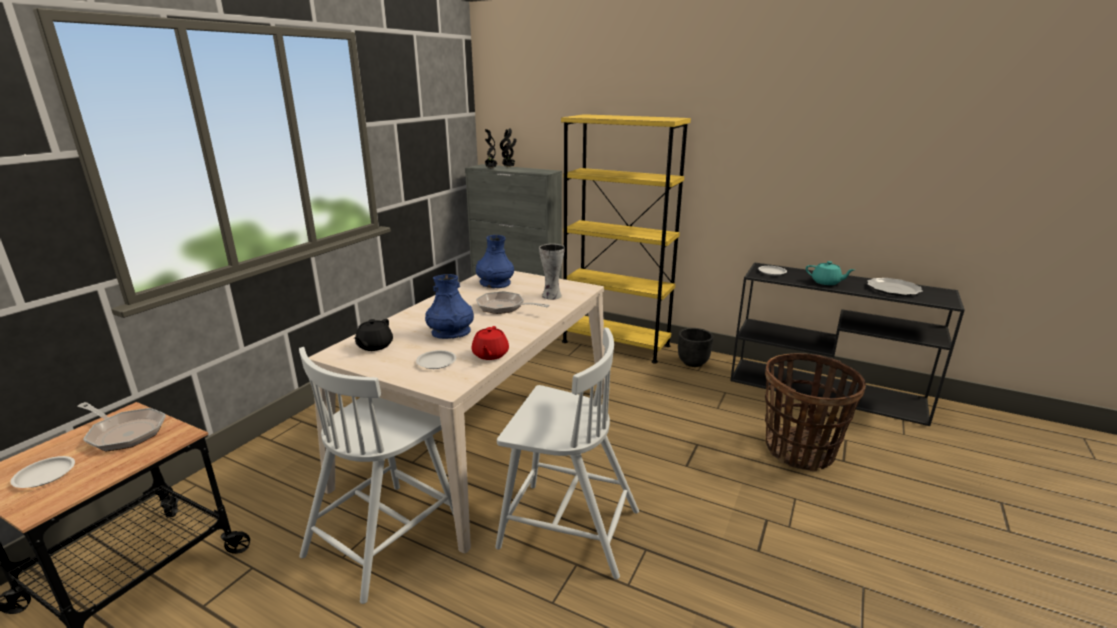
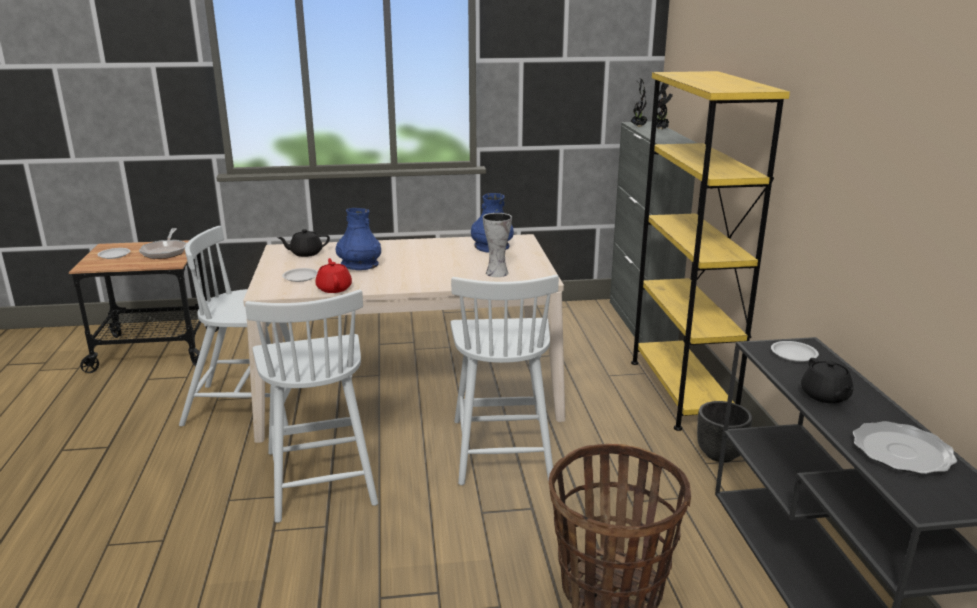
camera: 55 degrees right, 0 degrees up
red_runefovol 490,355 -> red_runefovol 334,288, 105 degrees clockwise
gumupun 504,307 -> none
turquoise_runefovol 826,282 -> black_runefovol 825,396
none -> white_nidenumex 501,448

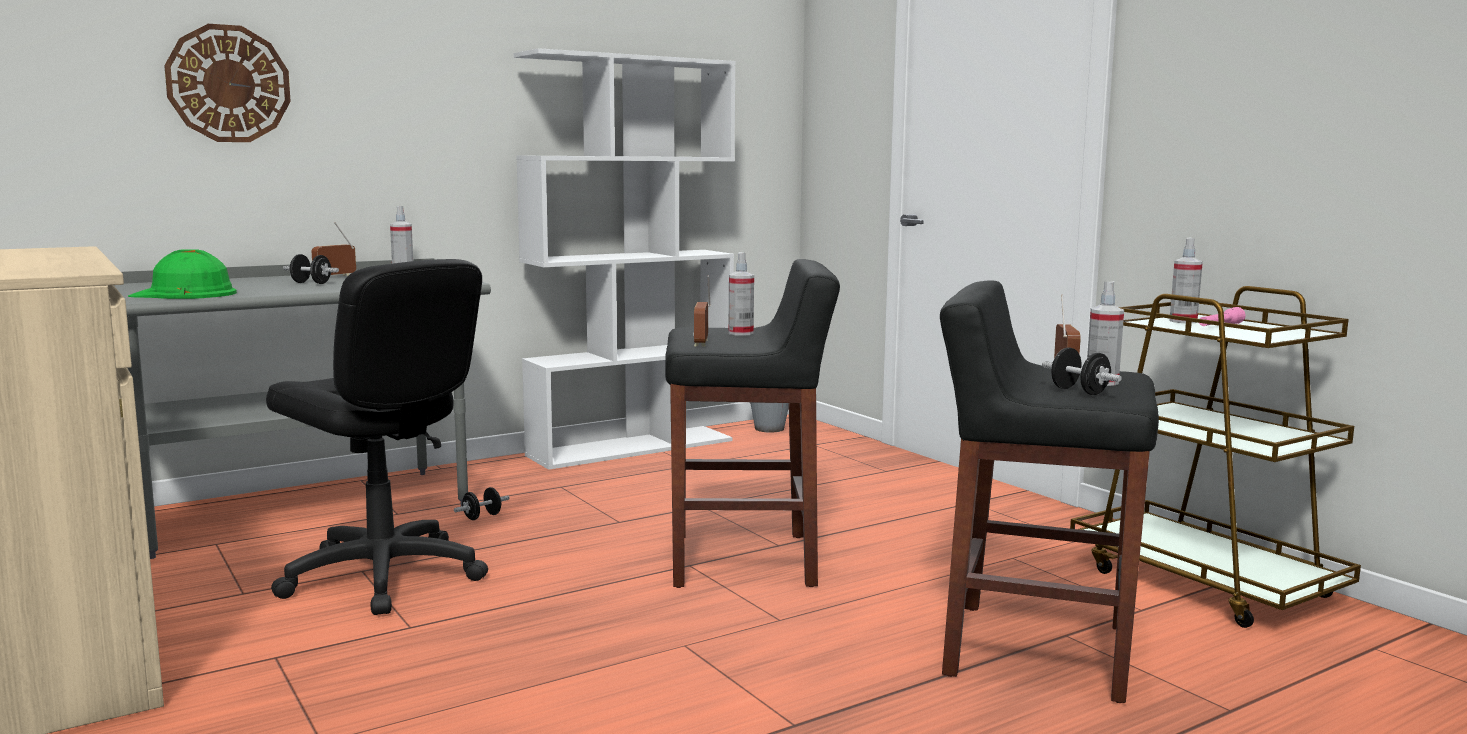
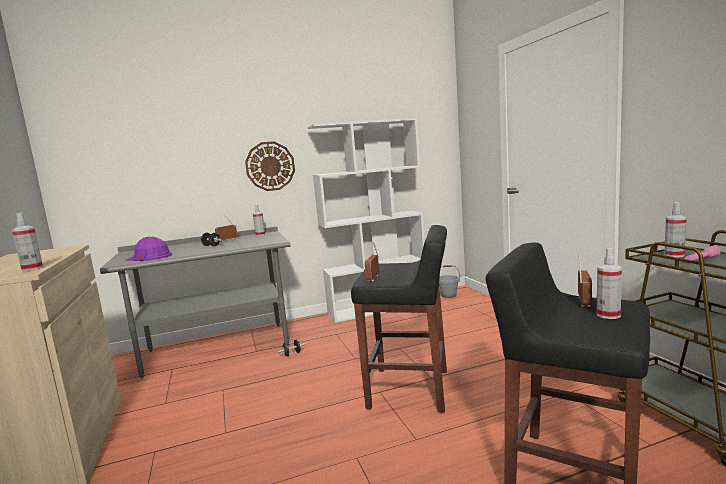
camera: 15 degrees right, 0 degrees up
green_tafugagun 185,294 -> purple_tafugagun 149,257
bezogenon 228,84 -> bezogenon 270,166, moved
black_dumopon 383,576 -> none
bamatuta 740,333 -> bamatuta 32,268, moved
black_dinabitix 1079,391 -> none

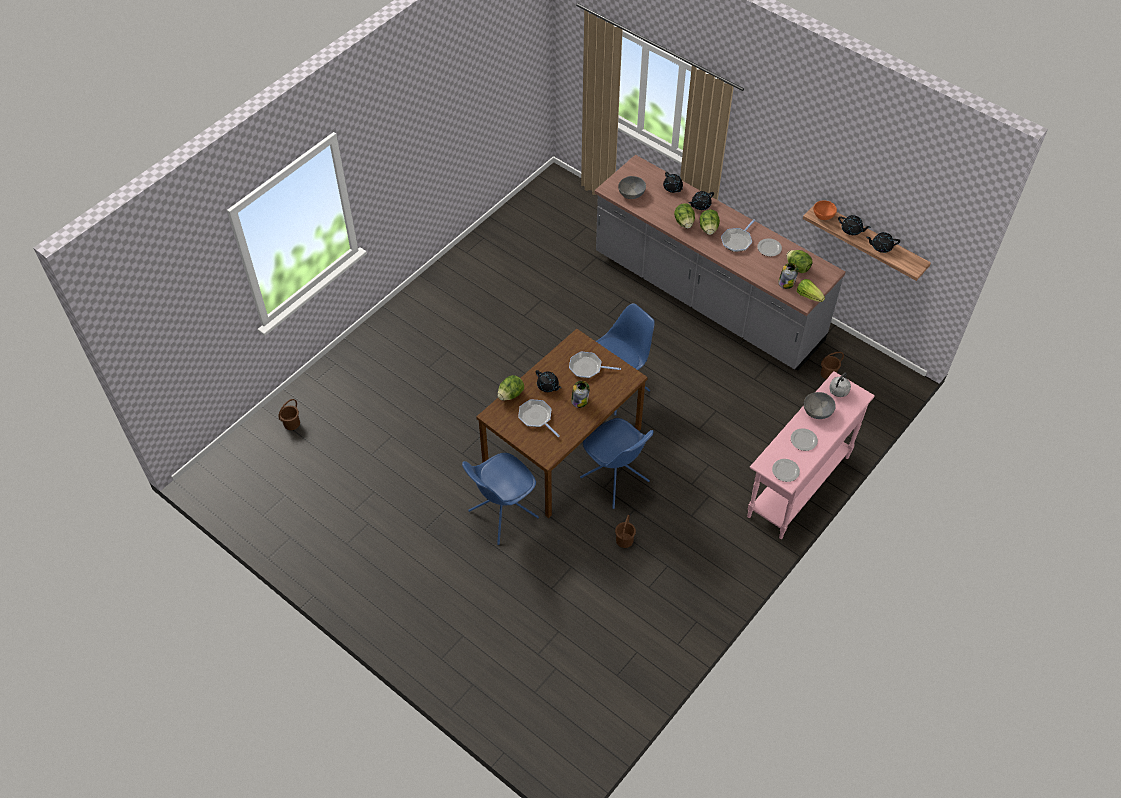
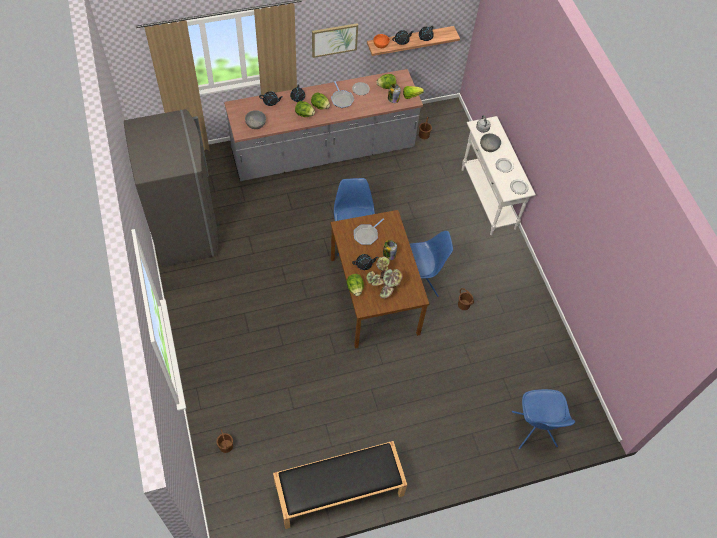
camera: 60 degrees left, 5 degrees up
blue_nidenumex 502,515 -> blue_nidenumex 534,430, moved
gumupun 536,417 -> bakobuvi 384,285
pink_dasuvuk 798,486 -> white_dasuvuk 488,199
none -> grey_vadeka 185,232
none -> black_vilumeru 338,490
none -> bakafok 334,39

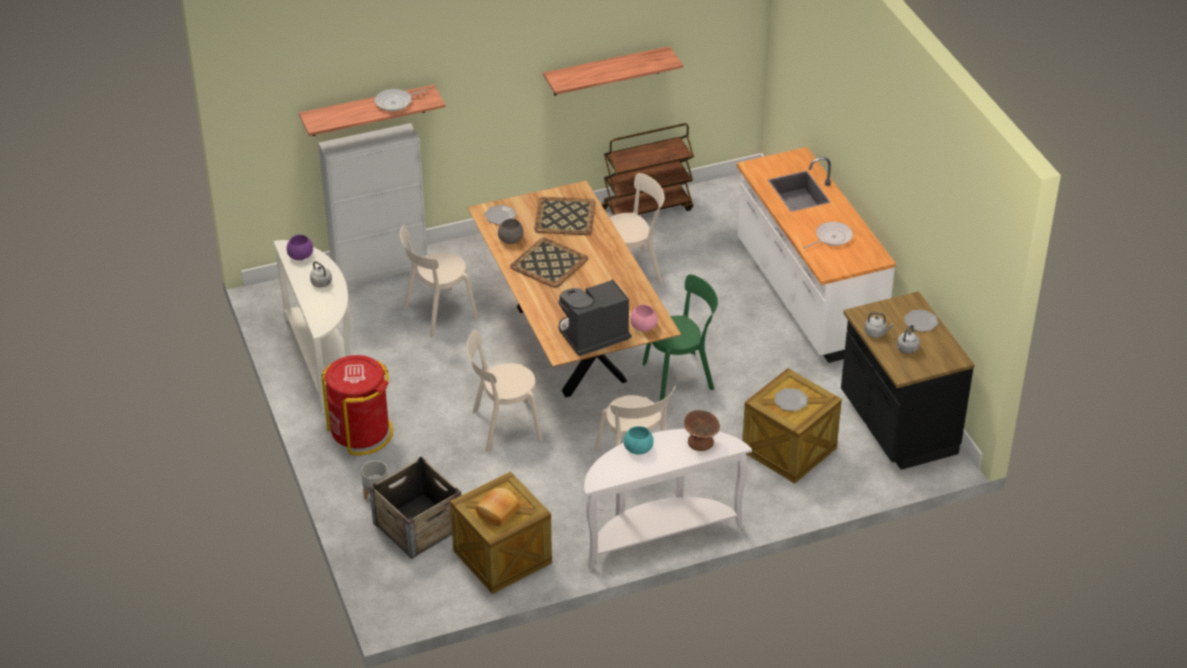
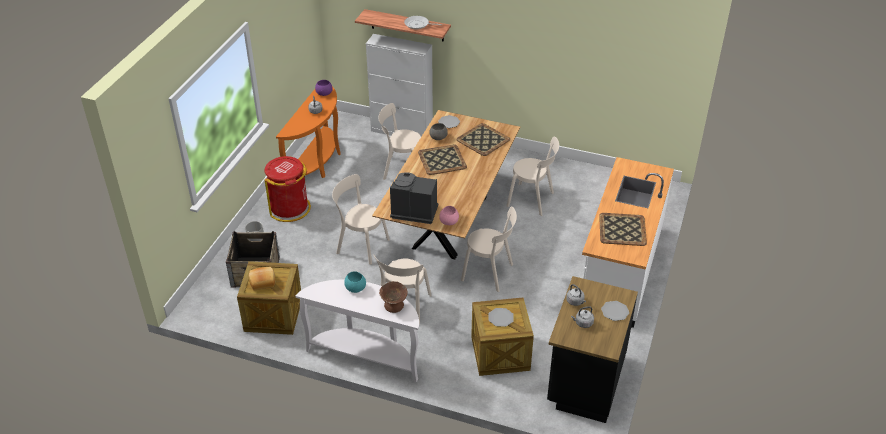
camera: 40 degrees right, 0 degrees up
white_dasuvuk 323,360 -> orange_dasuvuk 318,163
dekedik 606,71 -> none
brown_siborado 647,208 -> none
green_nidenumex 681,375 -> beige_nidenumex 489,273
gumupun 831,237 -> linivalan 622,229

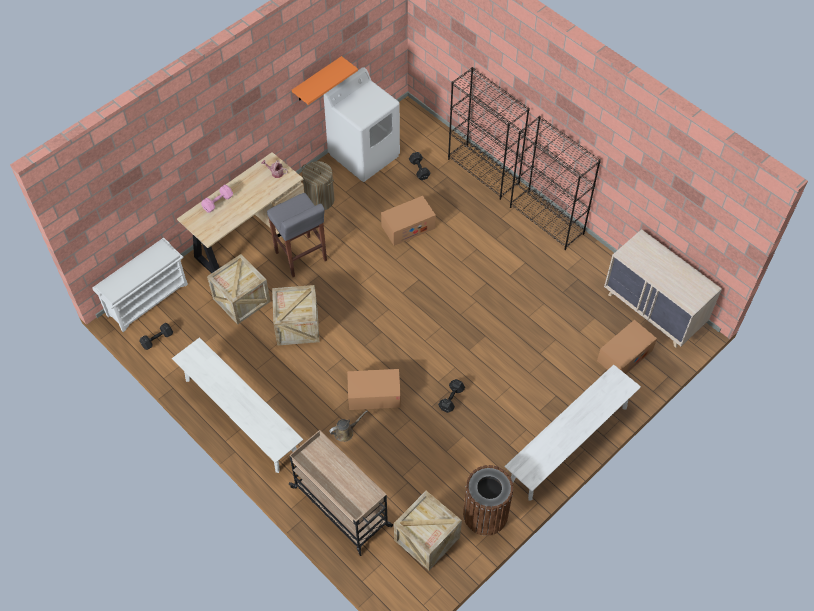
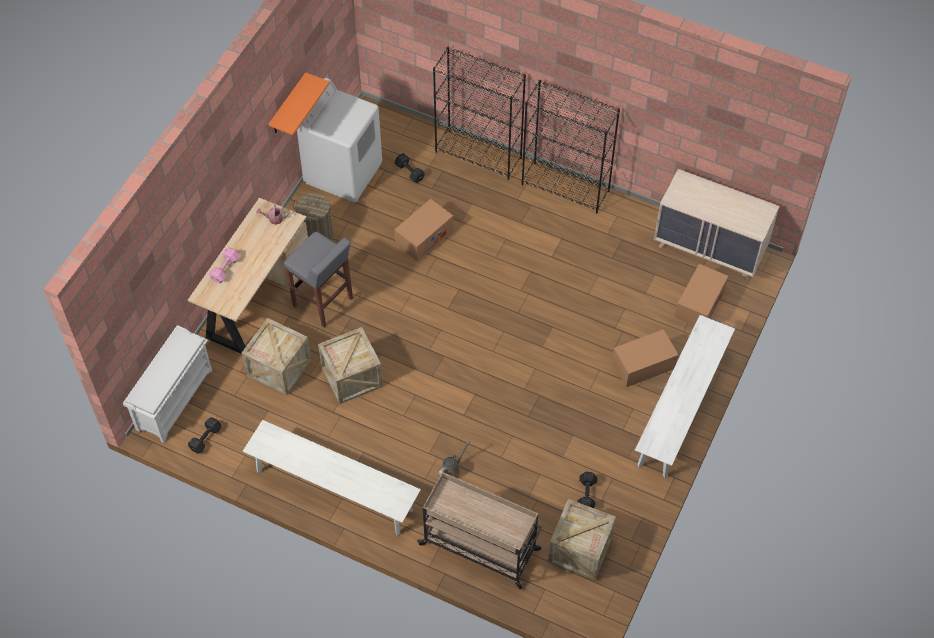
camera: 20 degrees left, 0 degrees up
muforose 374,395 -> muforose 643,365, moved
black_dinabitix 450,399 -> black_dinabitix 586,495, moved
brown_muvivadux 485,514 -> none

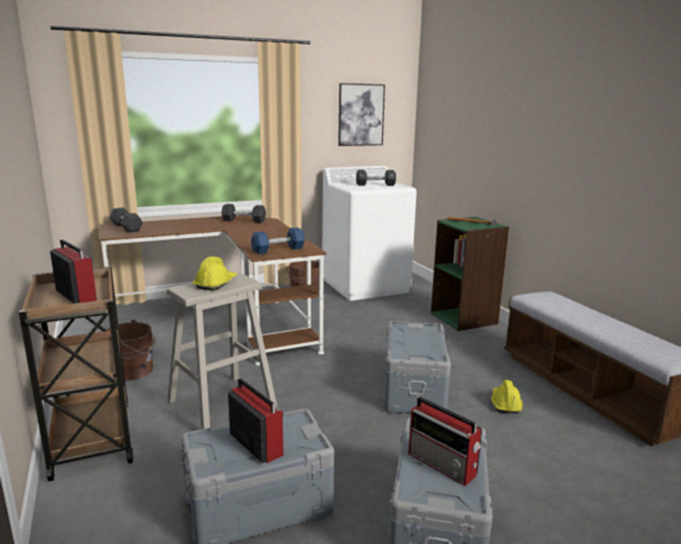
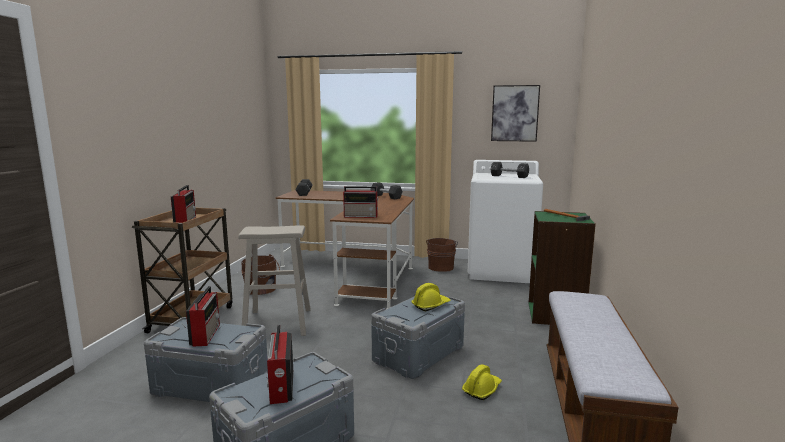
camera: 35 degrees right, 5 degrees down
yellow_tafugagun 215,284 -> yellow_tafugagun 430,305, moved
blue_dinabitix 278,250 -> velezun 361,216

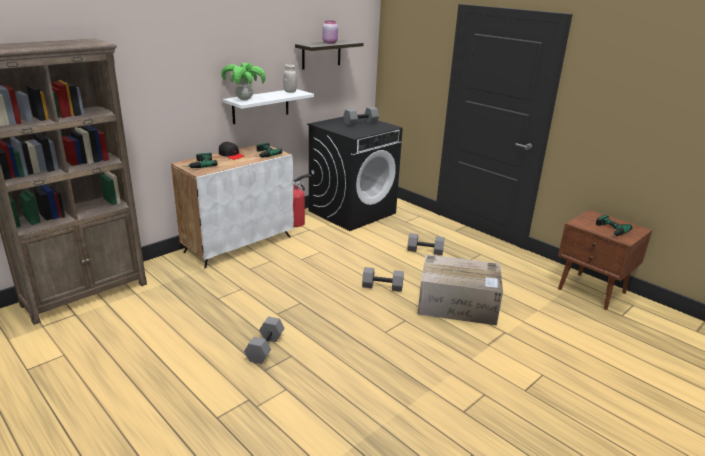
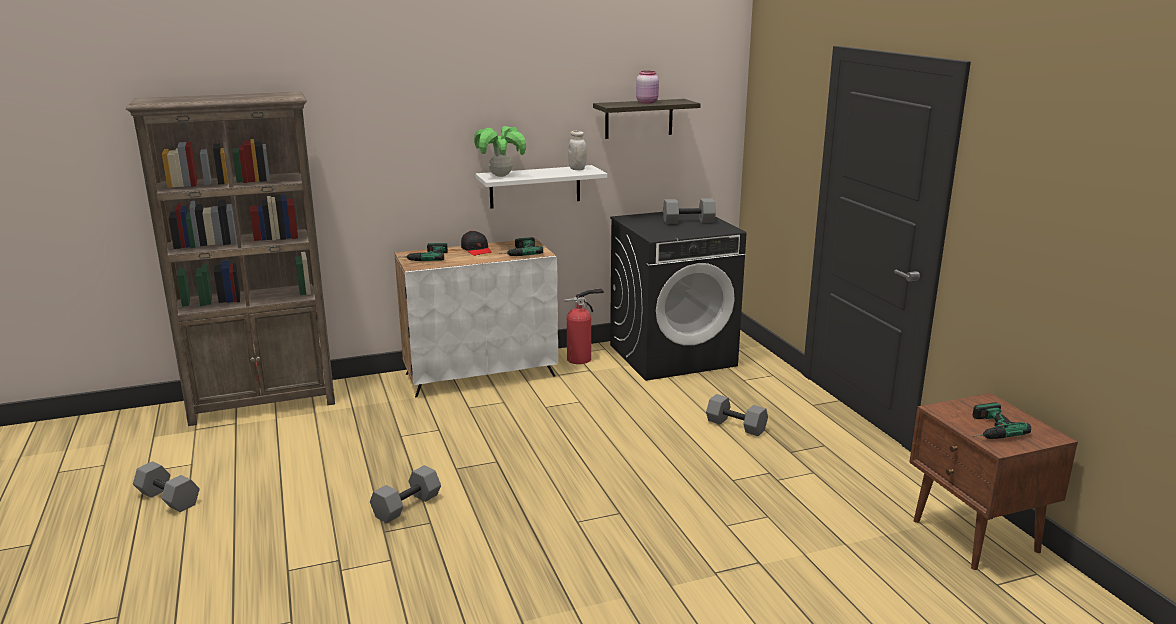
camera: 25 degrees right, 5 degrees down
grey_dinabitix 383,286 -> grey_dinabitix 169,498, moved
muforose 458,304 -> none

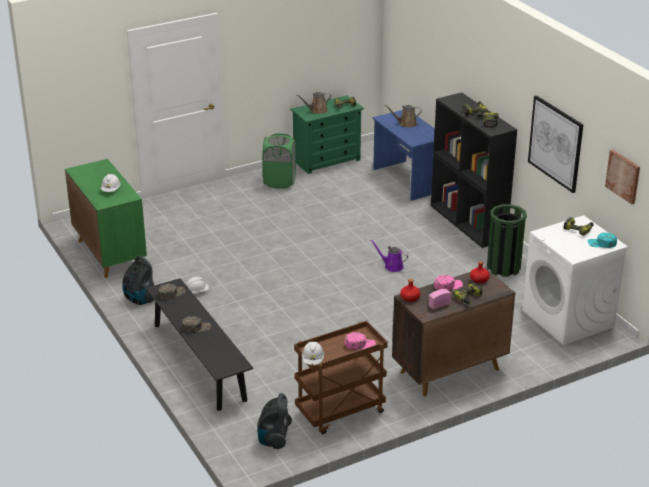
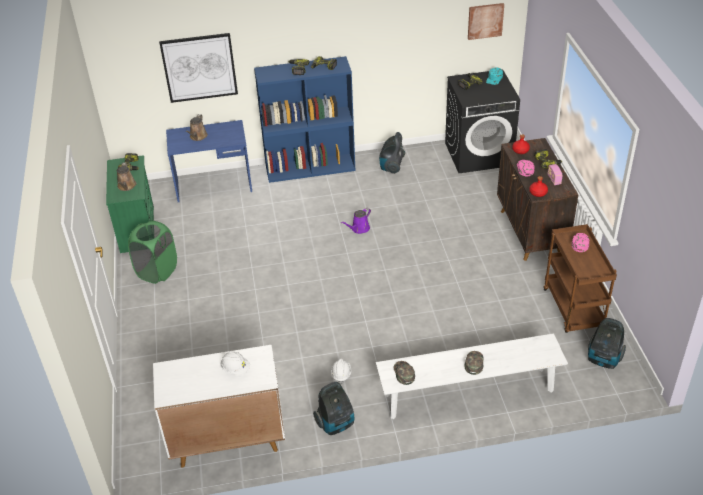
camera: 70 degrees left, 10 degrees up
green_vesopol 109,254 -> white_vesopol 226,440
black_vilumeru 199,361 -> white_vilumeru 468,393
white_tafugagun 313,360 -> none
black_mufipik 469,222 -> blue_mufipik 310,168
green_muvivadux 503,267 -> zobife 391,167
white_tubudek 568,318 -> black_tubudek 479,154
bakafok 555,143 -> bakafok 199,67, moved

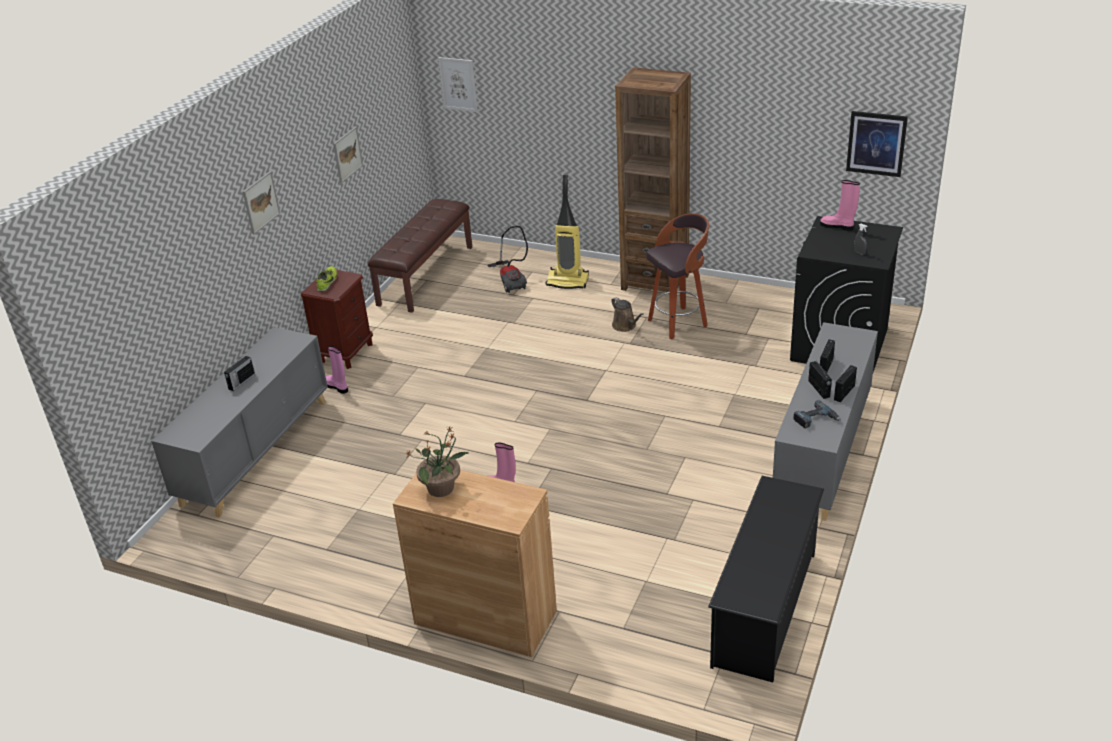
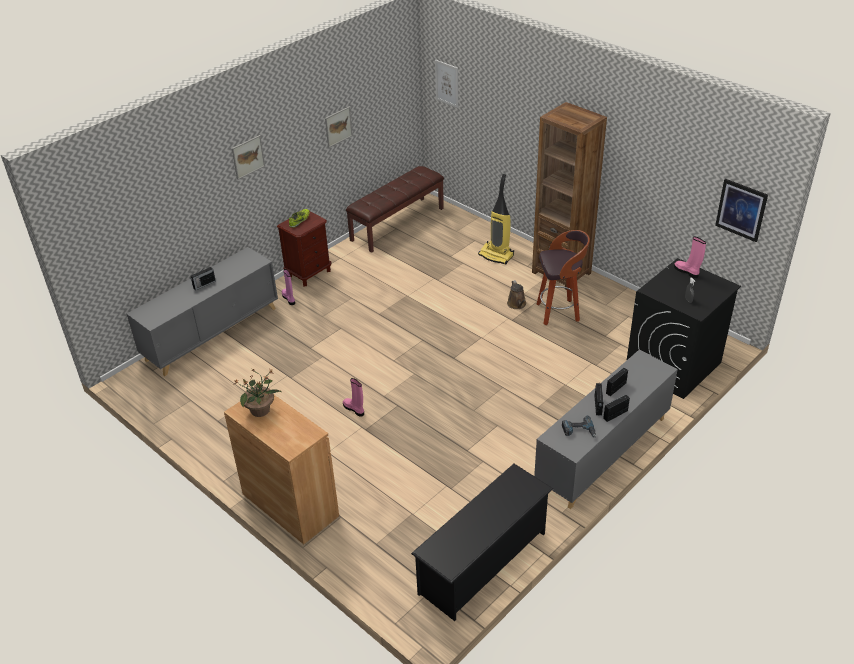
camera: 20 degrees right, 5 degrees up
zobife 511,280 -> none

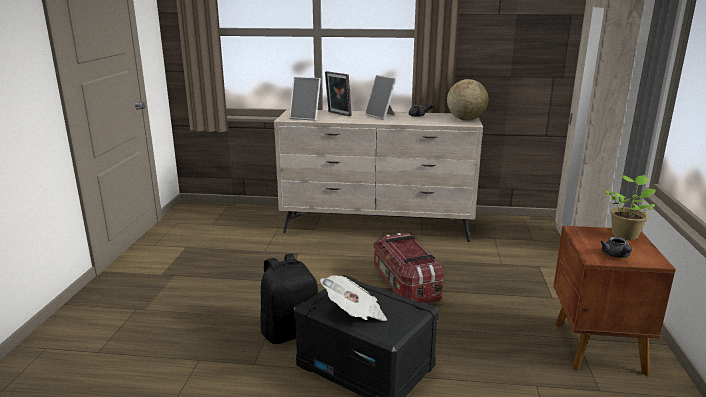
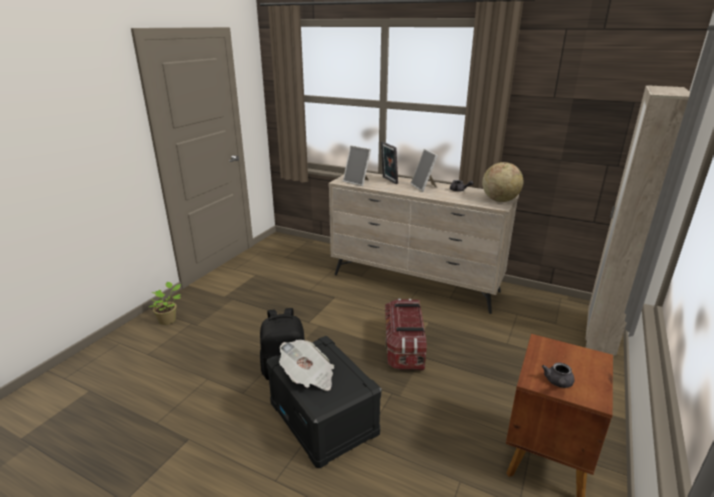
camera: 20 degrees right, 5 degrees up
bakobuvi 625,234 -> bakobuvi 169,320, moved

